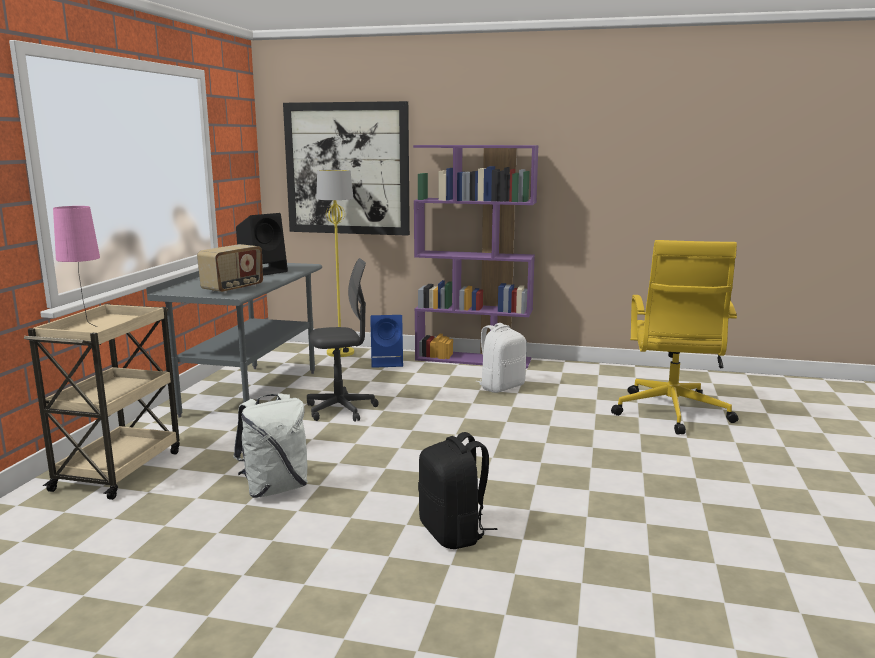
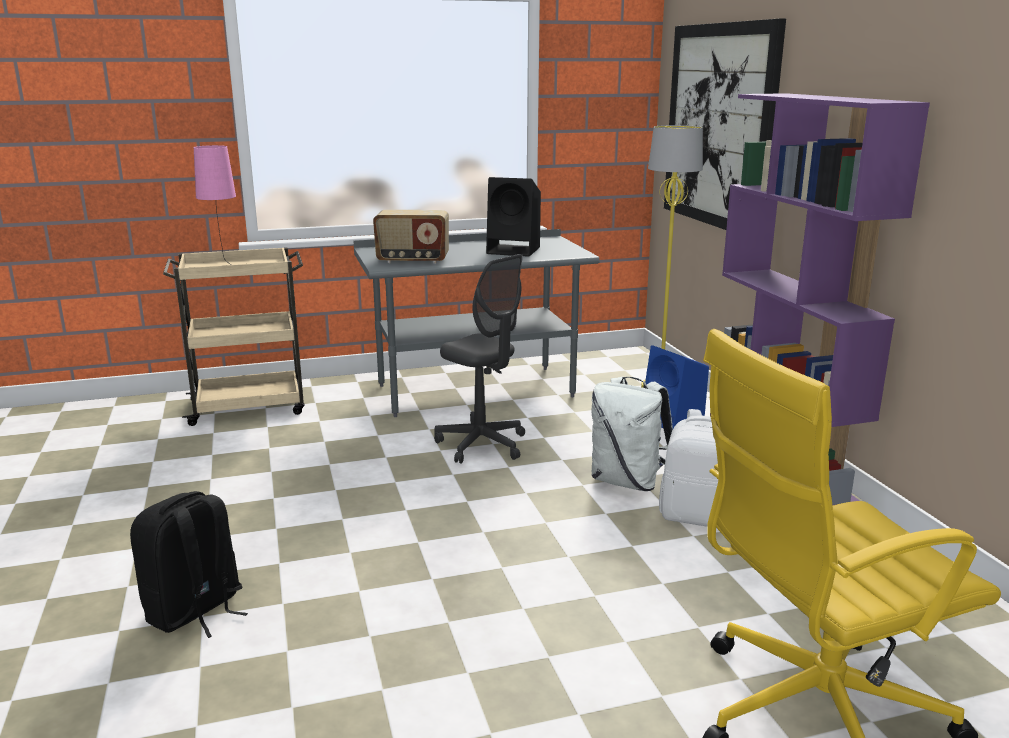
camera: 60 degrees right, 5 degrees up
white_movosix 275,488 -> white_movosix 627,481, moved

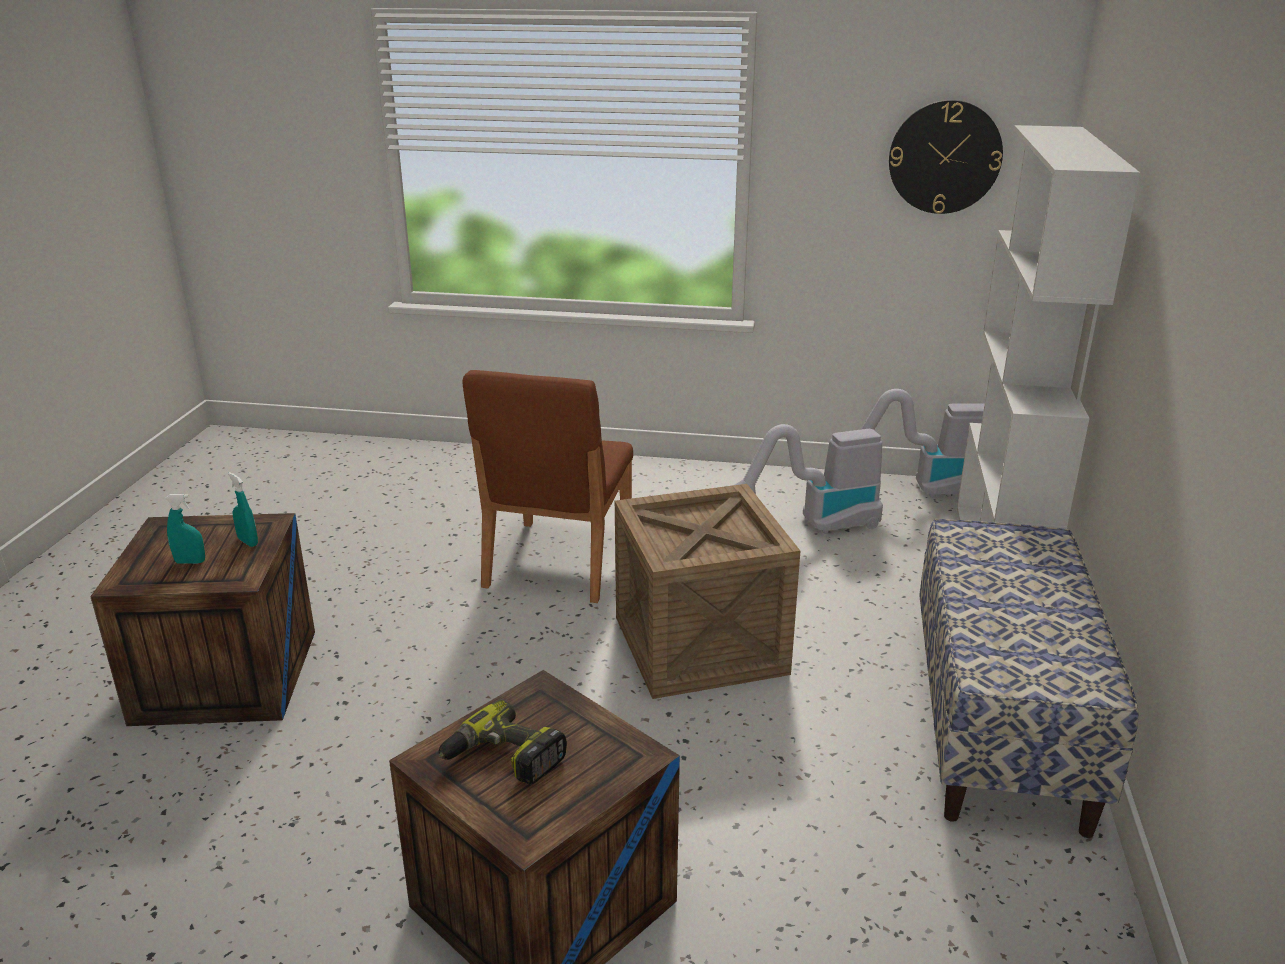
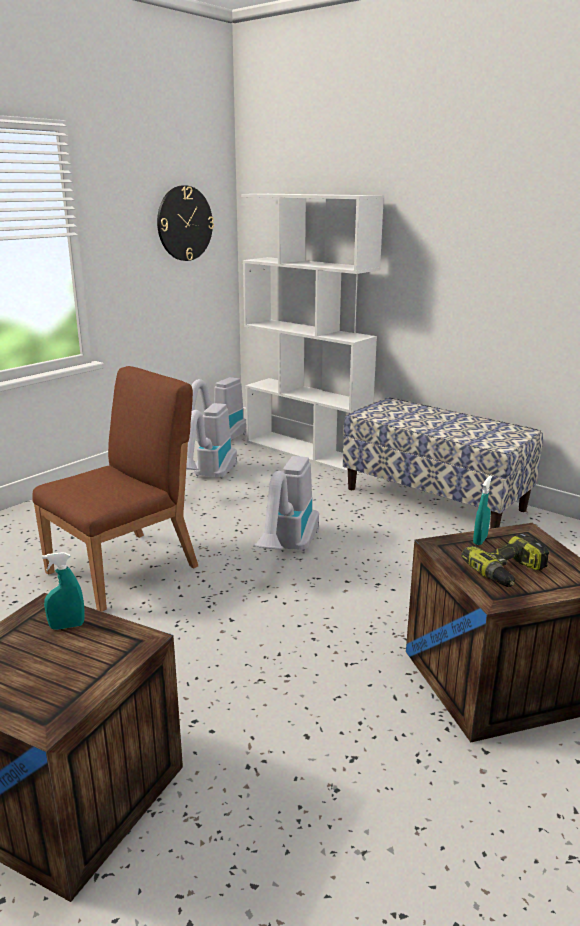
camera: 60 degrees left, 5 degrees down
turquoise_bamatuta 190,562 -> turquoise_bamatuta 480,540, moved
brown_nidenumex 557,561 -> brown_nidenumex 125,569, 90 degrees counterclockwise
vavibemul 700,645 -> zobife 288,549

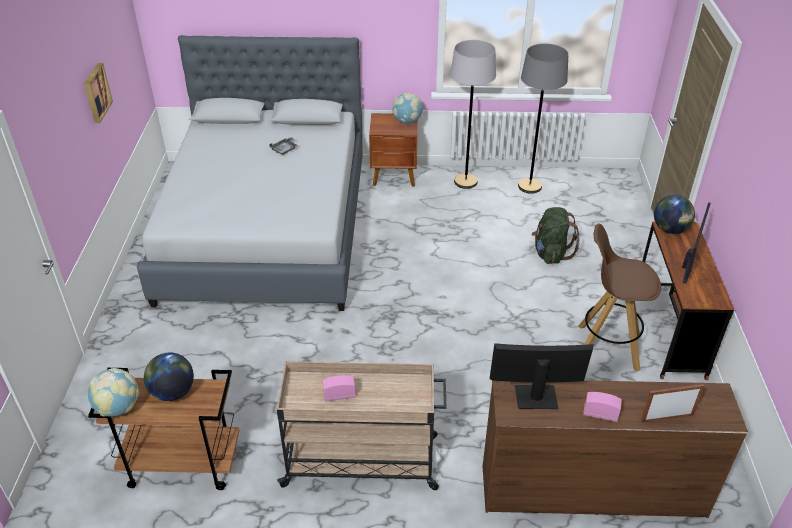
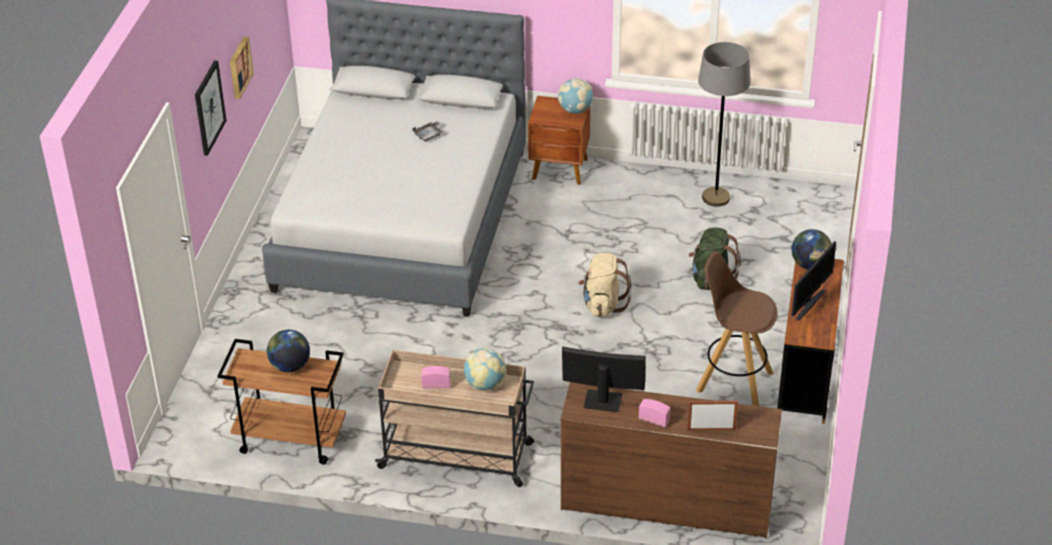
camera: 10 degrees right, 0 degrees up
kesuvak 118,408 -> kesuvak 485,384, moved
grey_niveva 465,182 -> none
none -> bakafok 209,107
none -> beige_movosix 603,304

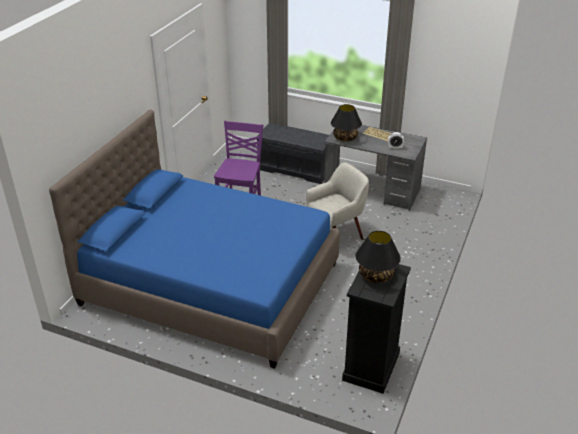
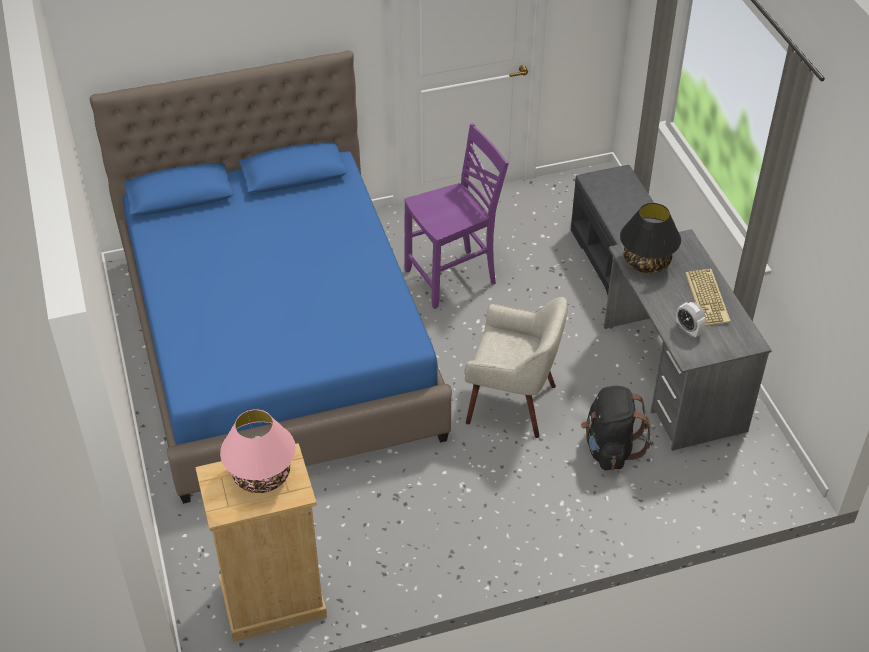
camera: 50 degrees right, 10 degrees up
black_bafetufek 371,367 -> beige_bafetufek 272,601
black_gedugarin 375,275 -> pink_gedugarin 261,475
none -> black_movosix 610,448

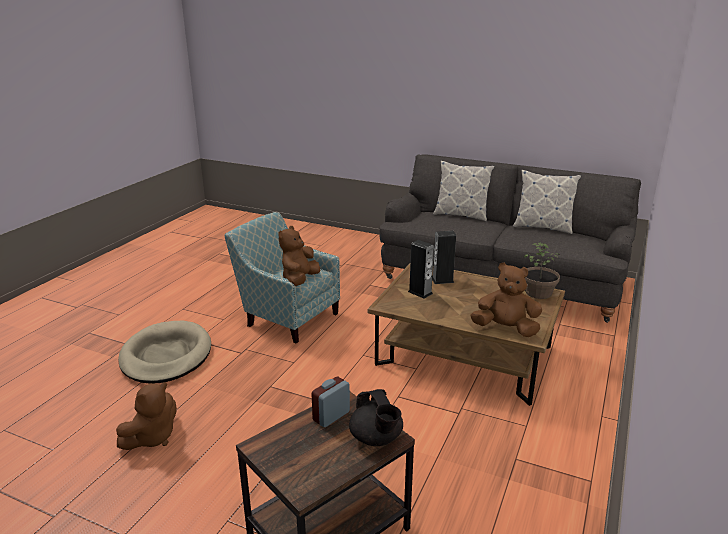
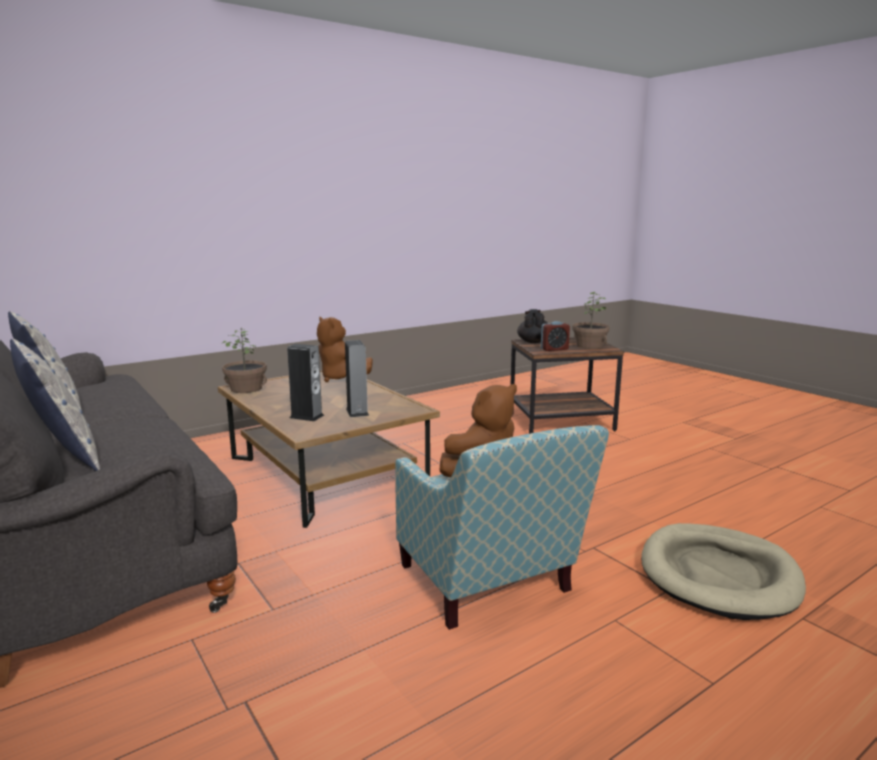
camera: 150 degrees left, 10 degrees down
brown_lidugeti 152,437 -> none
none -> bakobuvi 589,346

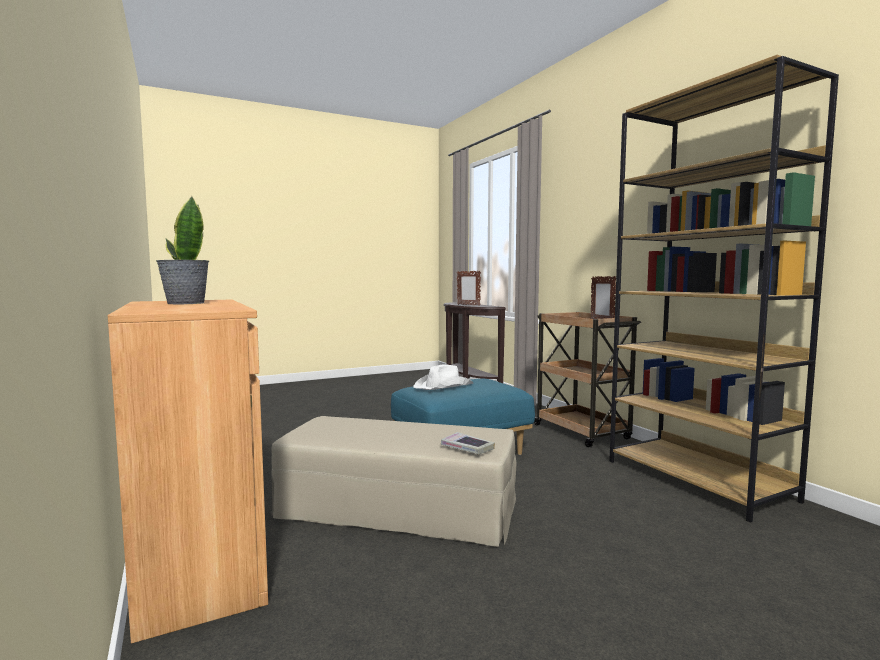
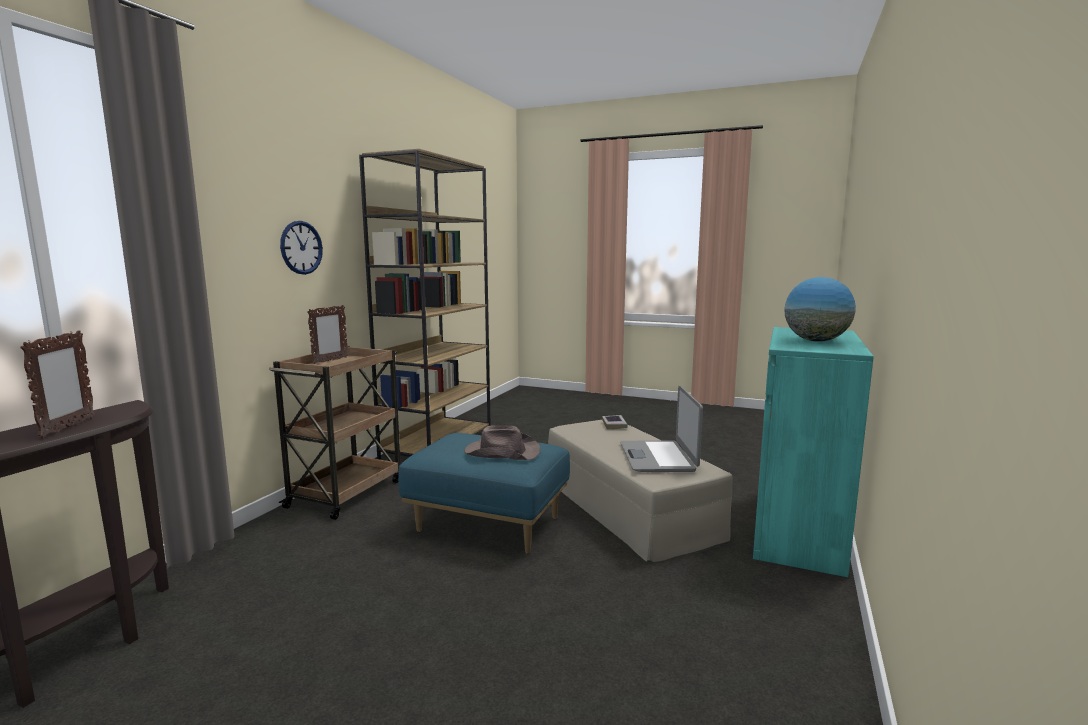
camera: 130 degrees left, 5 degrees up
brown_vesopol 198,561 -> turquoise_vesopol 798,529
bakobuvi 185,303 -> kesuvak 816,341
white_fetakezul 444,386 -> brown_fetakezul 501,452
none -> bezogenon 301,247
none -> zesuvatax 658,457

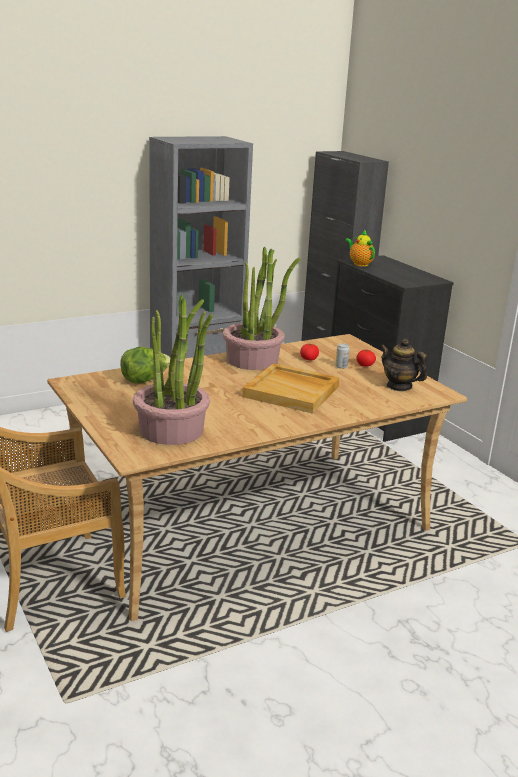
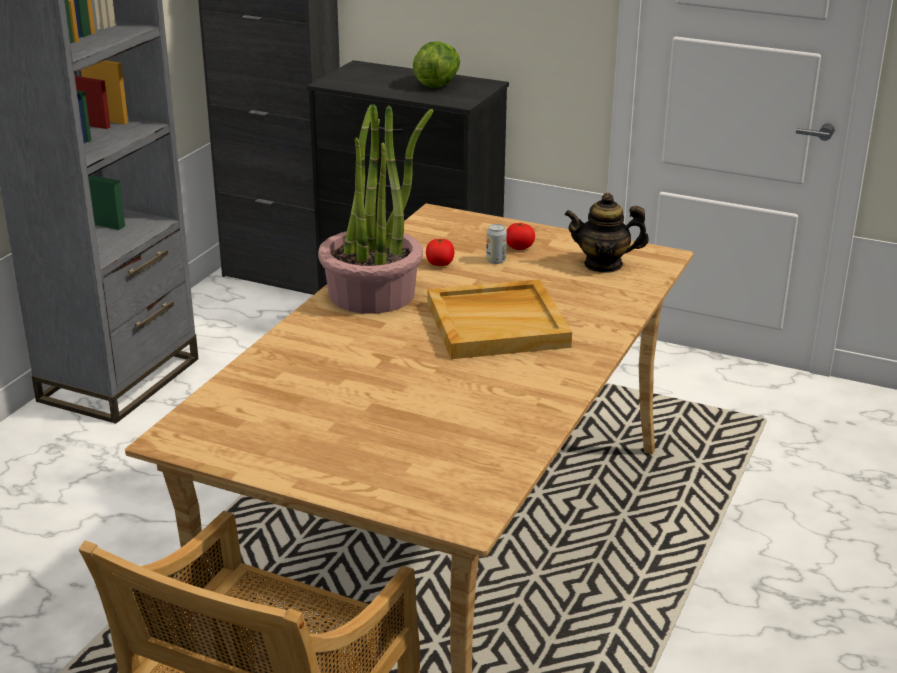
camera: 35 degrees left, 5 degrees up
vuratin 145,380 -> vuratin 437,83, moved
bakobuvi 172,430 -> none
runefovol 359,264 -> none

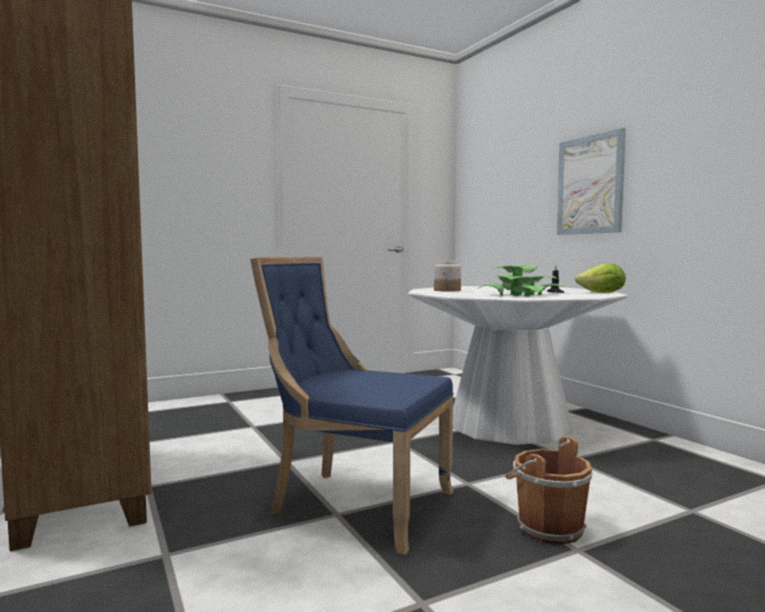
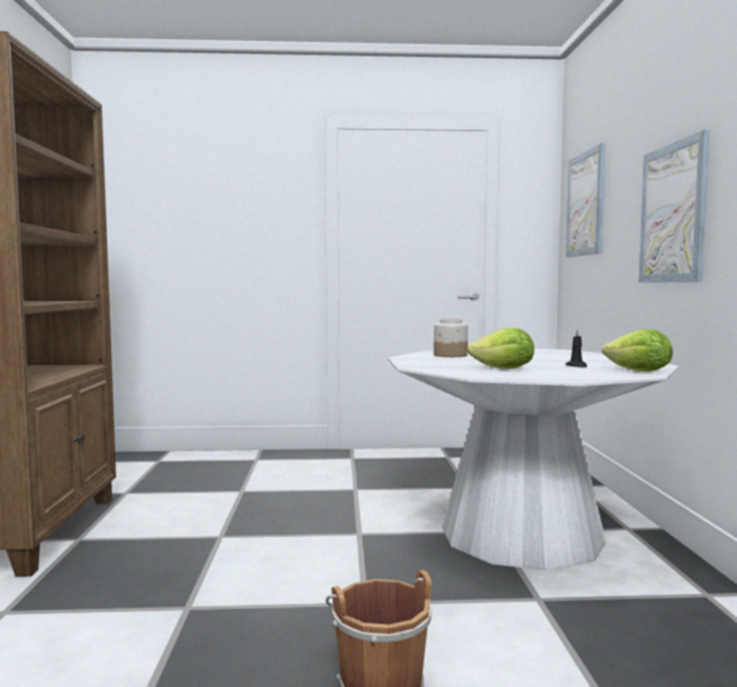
camera: 25 degrees right, 0 degrees up
blue_nidenumex 355,504 -> none
bakobuvi 521,295 -> vuratin 504,369
none -> bakafok 586,204

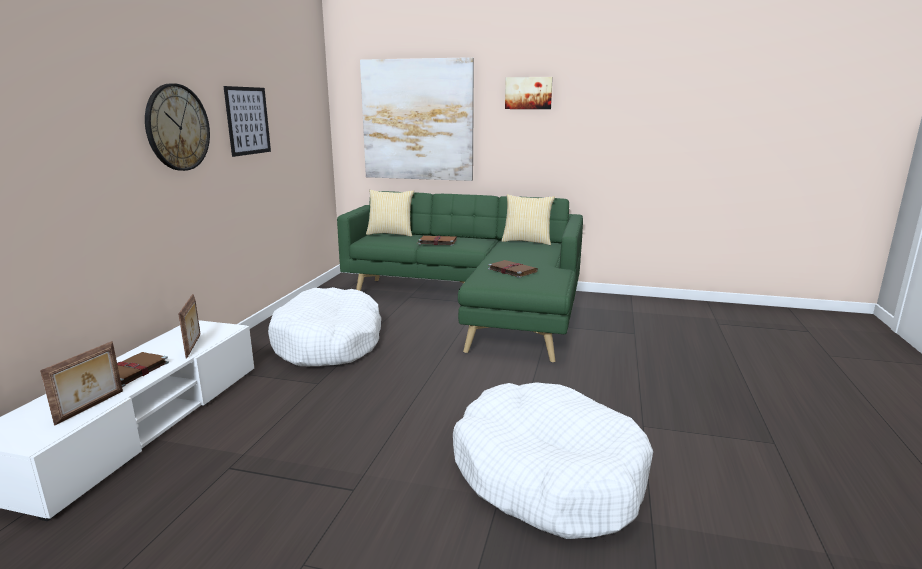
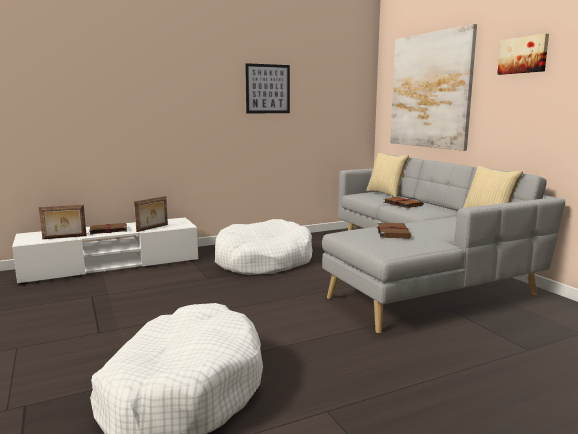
camera: 50 degrees right, 5 degrees down
bezogenon 177,127 -> none
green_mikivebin 477,306 -> grey_mikivebin 418,274

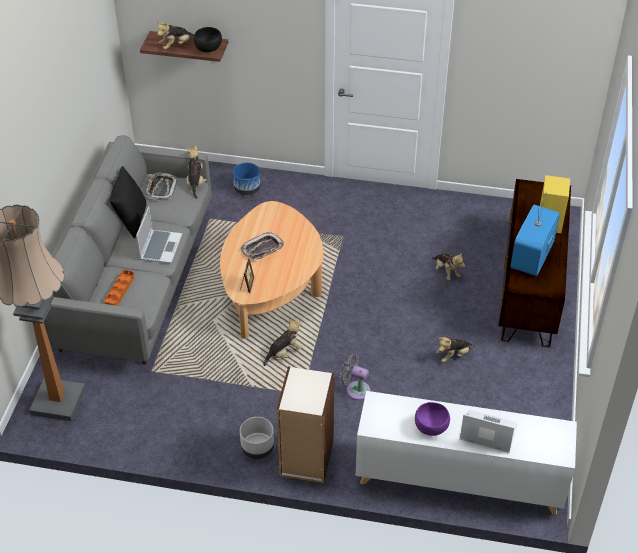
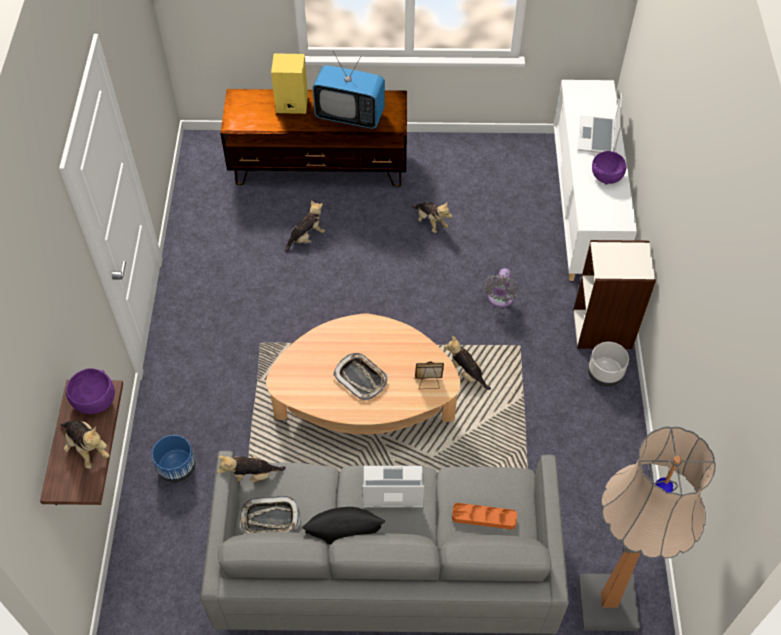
camera: 100 degrees left, 10 degrees up
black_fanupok 208,48 -> purple_fanupok 95,401

